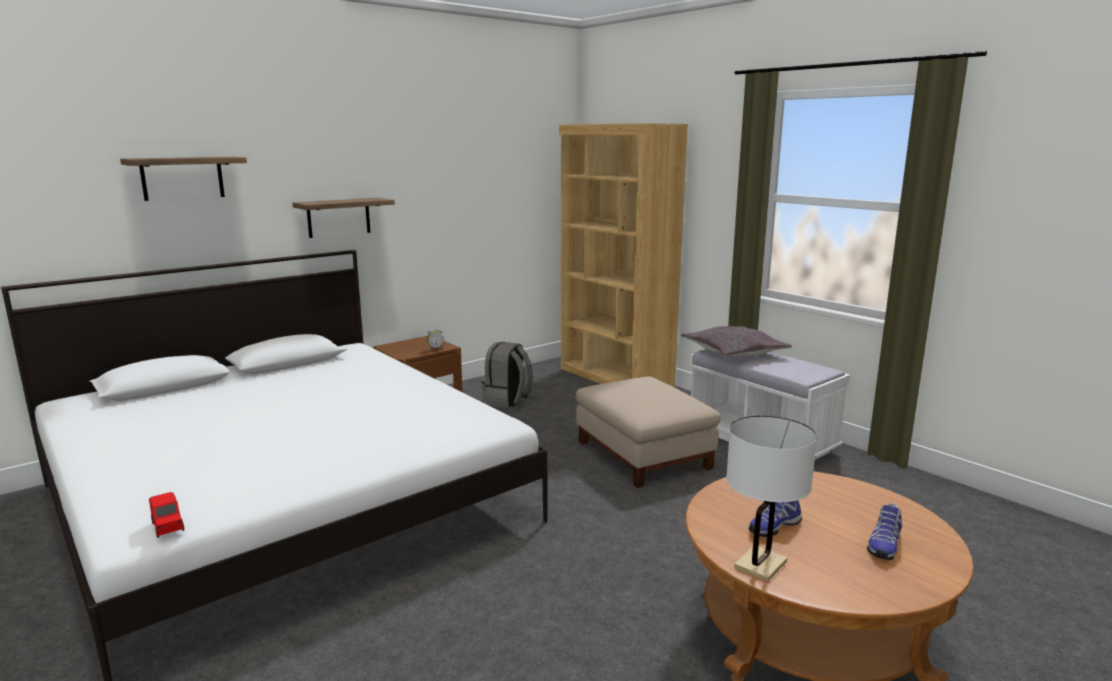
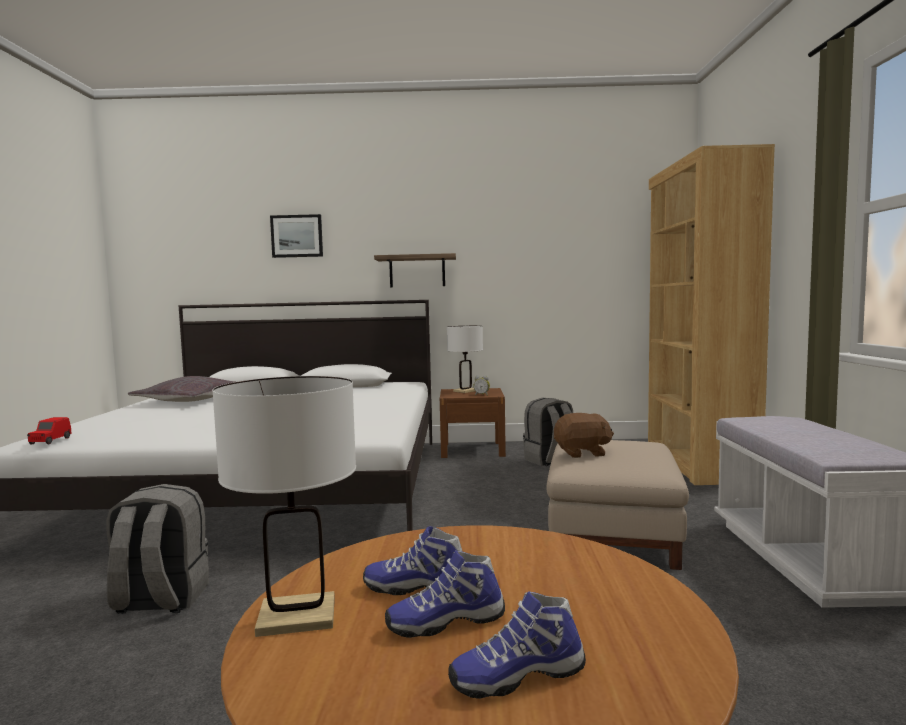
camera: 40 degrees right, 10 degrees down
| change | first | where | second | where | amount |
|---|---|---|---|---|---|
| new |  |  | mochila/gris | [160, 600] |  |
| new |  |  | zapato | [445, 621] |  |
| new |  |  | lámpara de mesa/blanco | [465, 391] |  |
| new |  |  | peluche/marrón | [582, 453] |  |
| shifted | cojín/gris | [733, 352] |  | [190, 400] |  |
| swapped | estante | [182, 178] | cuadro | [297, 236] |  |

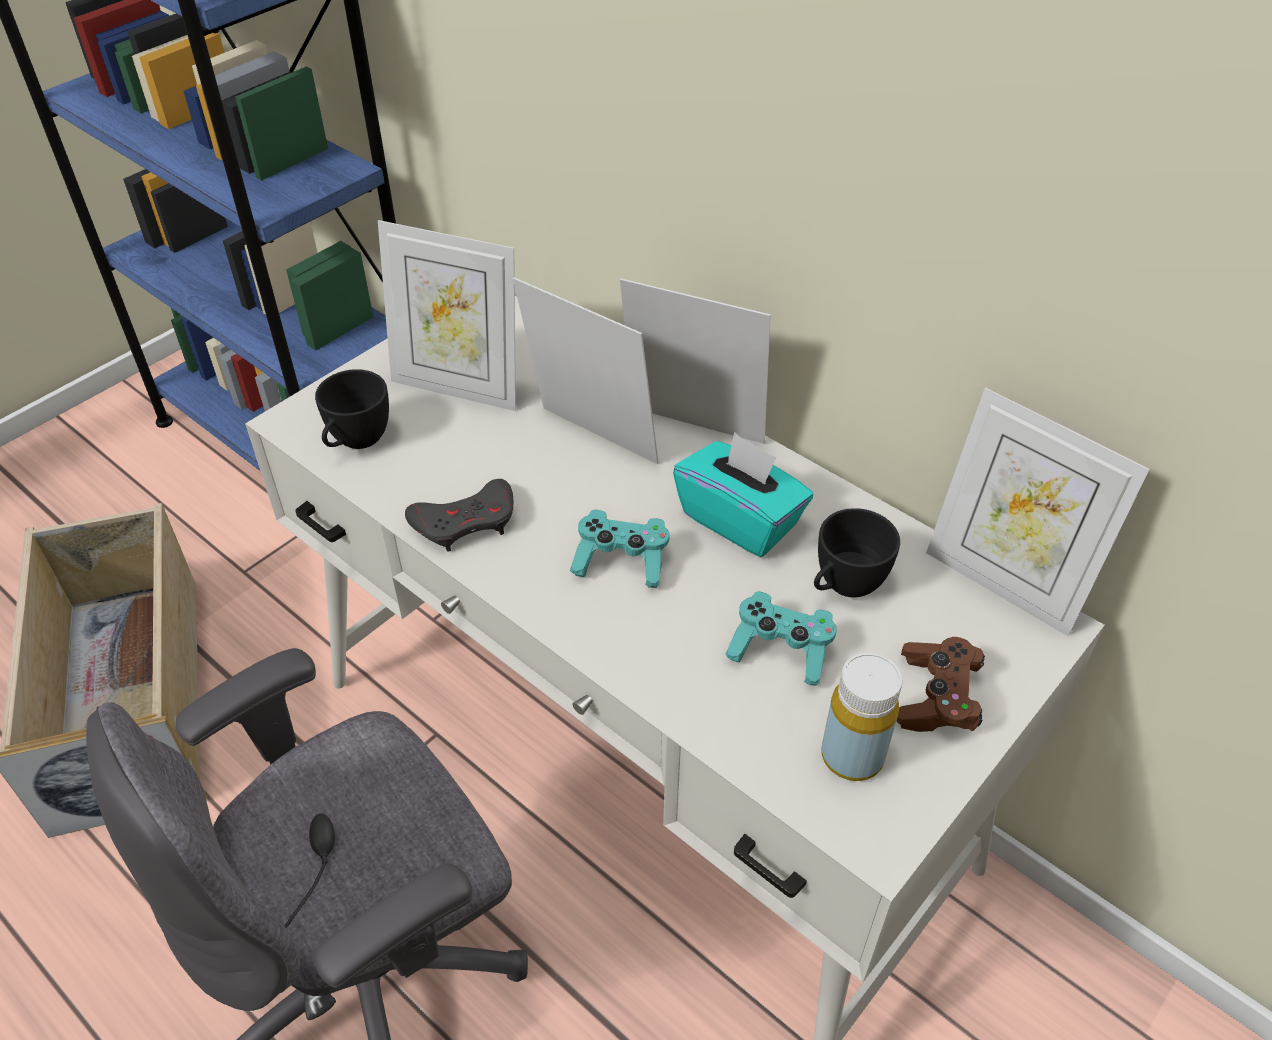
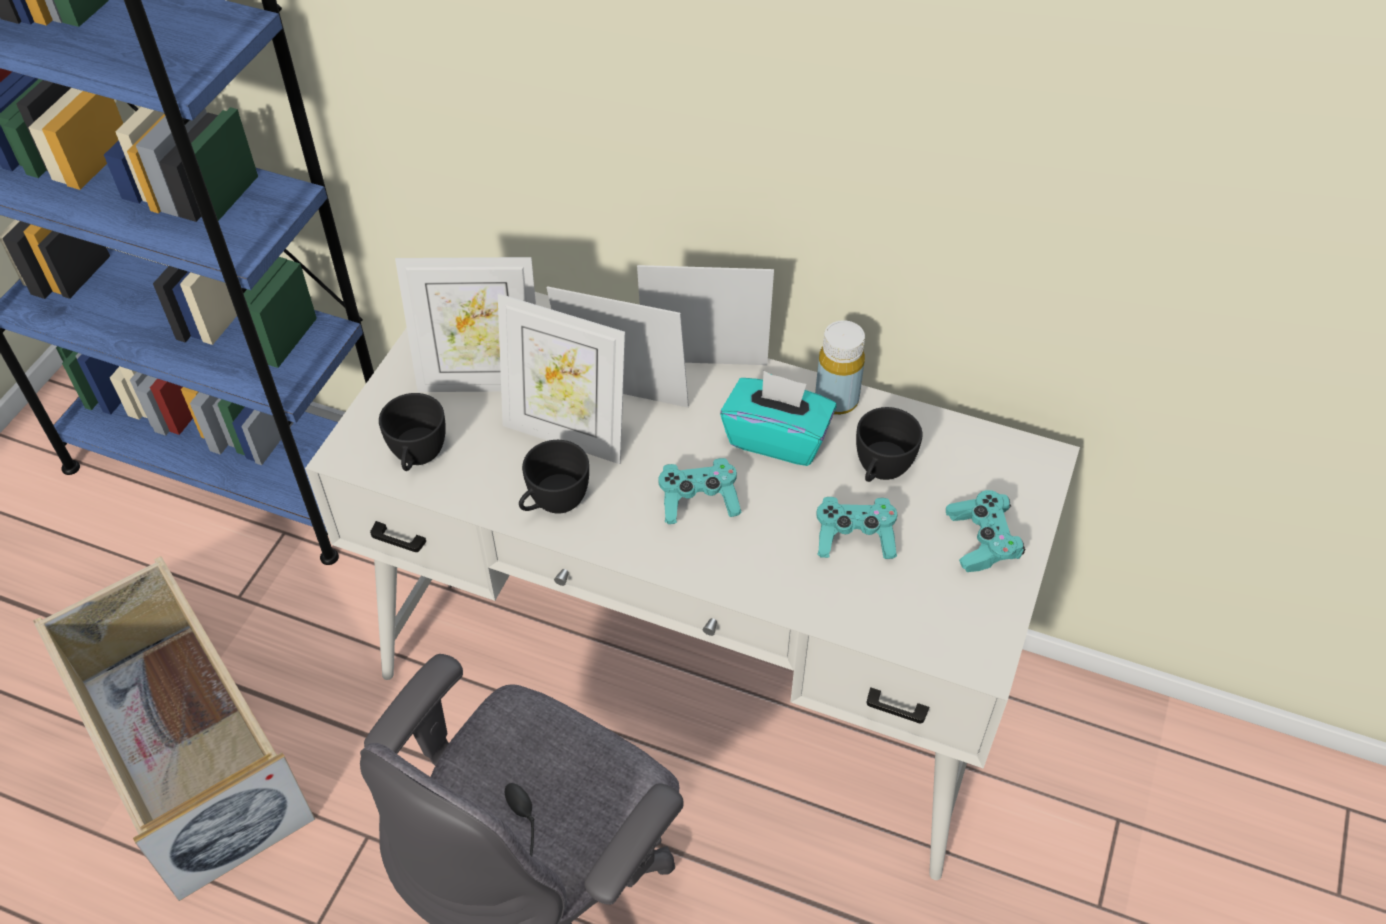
camera: 20 degrees left, 5 degrees up
| change | first | where | second | where | amount |
|---|---|---|---|---|---|
| shifted | botella/amarillo | [852, 756] |  | [836, 400] |  |
| shifted | portarretratos | [1003, 583] |  | [566, 435] |  |
| swapped | mando de consola/gris | [466, 521] | taza/negro | [553, 504] |  |
| repainted | mando de consola/marrón | [936, 697] | mando de consola/turquesa | [982, 540] |  |

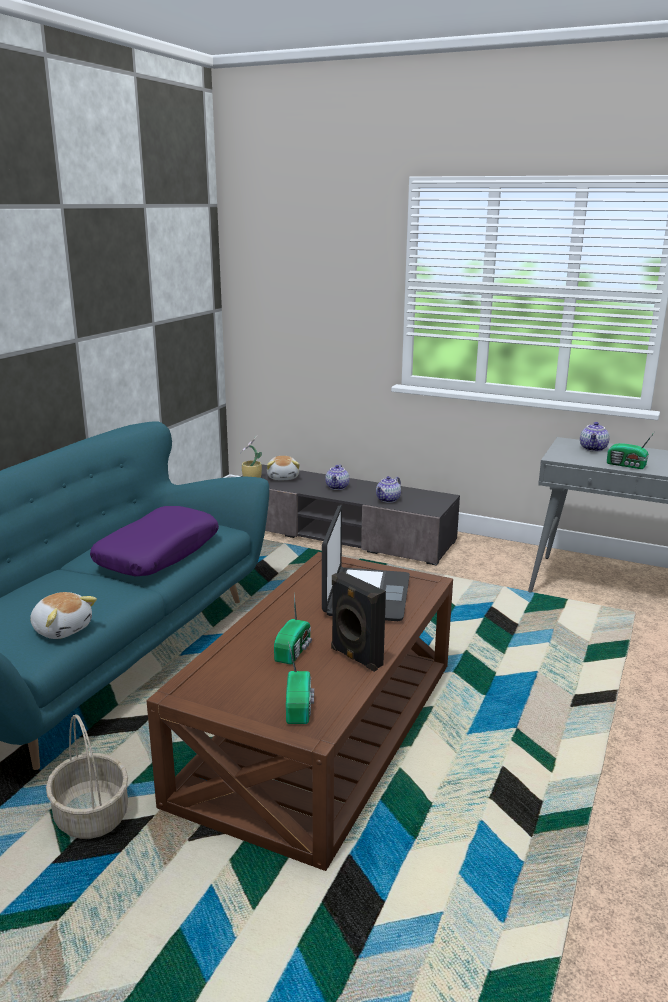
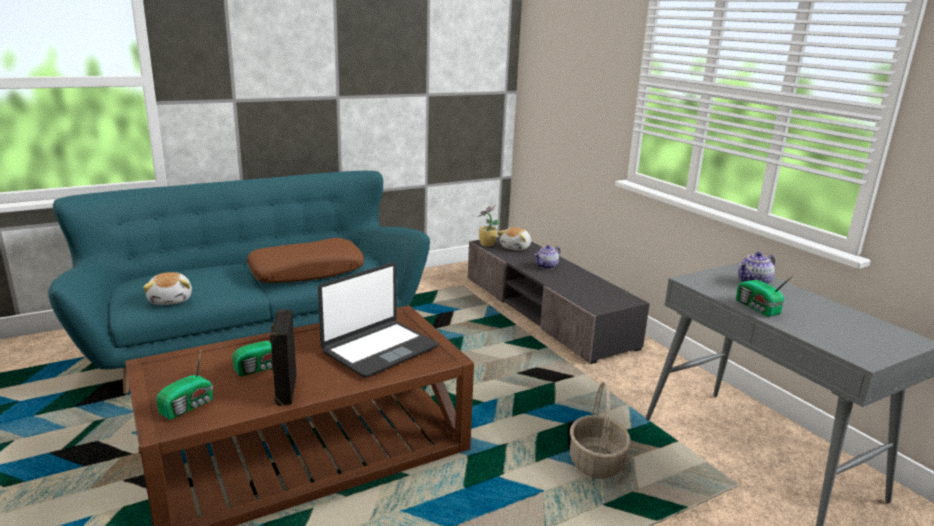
camera: 35 degrees right, 0 degrees up
| change | first | where | second | where | amount |
|---|---|---|---|---|---|
| gone | tetera | [388, 500] |  |  |  |
| shifted | cesta | [90, 815] |  | [595, 462] |  |
| repainted | cojín/morado | [158, 553] | cojín/marrón | [307, 271] |  |

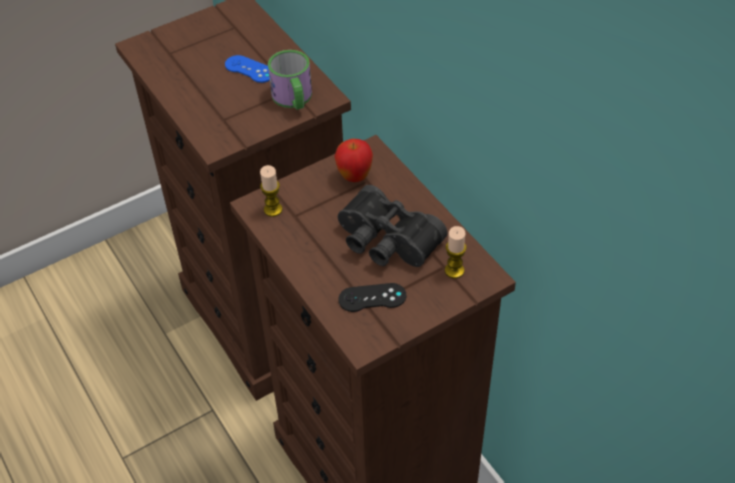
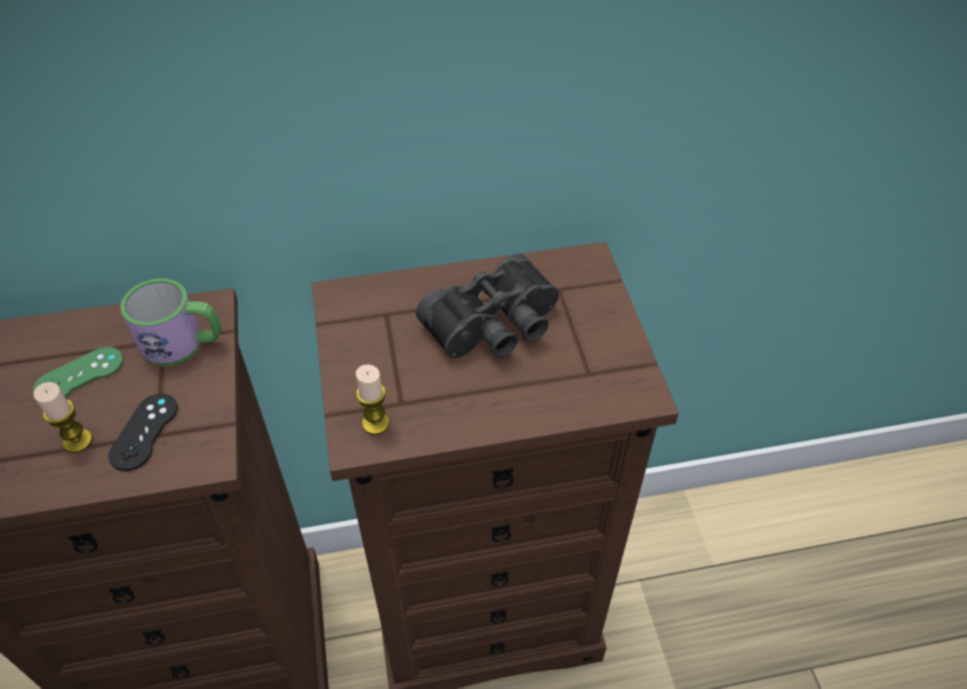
camera: 70 degrees left, 0 degrees up
| change | first | where | second | where | amount |
|---|---|---|---|---|---|
| gone | manzana | [354, 177] |  |  |  |
| shifted | mando de consola/negro | [372, 298] |  | [144, 432] |  |
| shifted | vela | [454, 270] |  | [78, 441] |  |
| repainted | mando de consola/azul | [249, 69] | mando de consola/verde | [79, 375] |  |

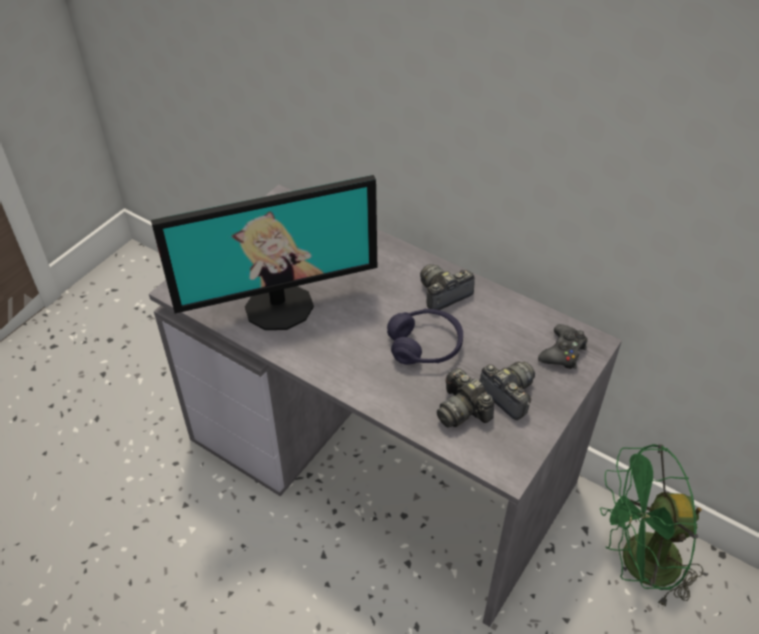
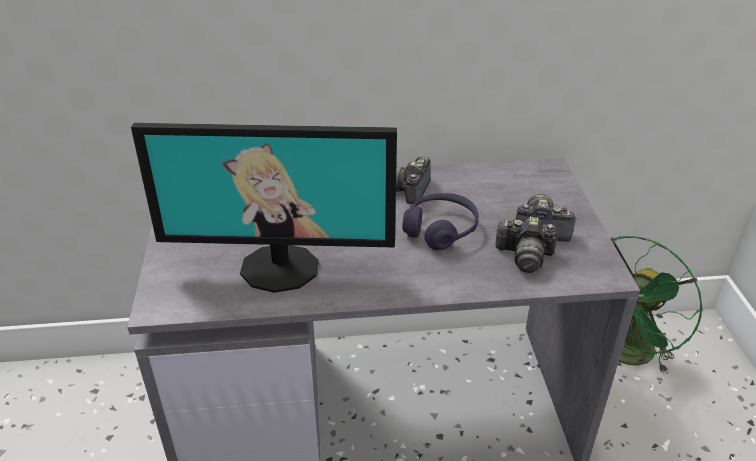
camera: 40 degrees left, 10 degrees down
| change | first | where | second | where | amount |
|---|---|---|---|---|---|
| gone | mando de consola/negro | [563, 352] |  |  |  |
| rotated | monitor | [279, 306] |  | [280, 267] | 60 degrees clockwise |

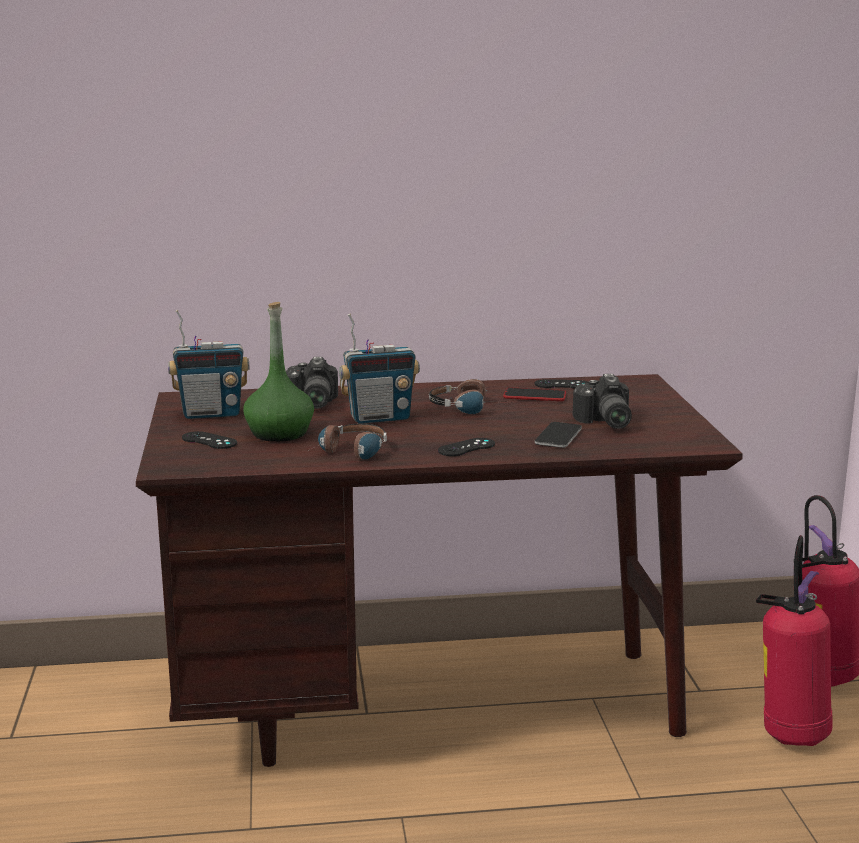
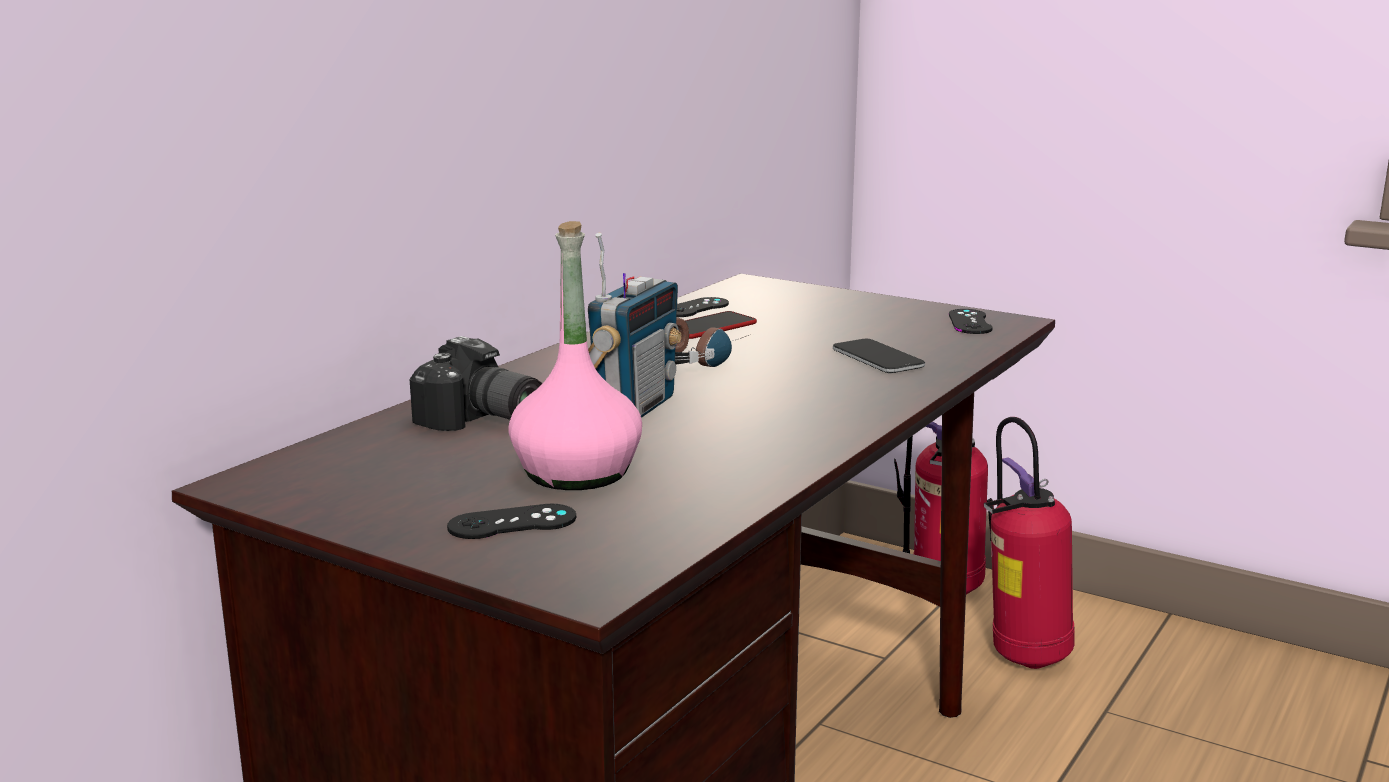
camera: 50 degrees left, 0 degrees up
| change | first | where | second | where | amount |
|---|---|---|---|---|---|
| gone | radio | [211, 414] |  |  |  |
| gone | auriculares | [349, 454] |  |  |  |
| gone | cámara | [604, 422] |  |  |  |
| shifted | mando de consola/negro | [466, 447] |  | [970, 322] |  |
| repainted | botella/verde | [279, 433] | botella/rosa | [577, 473] |  |

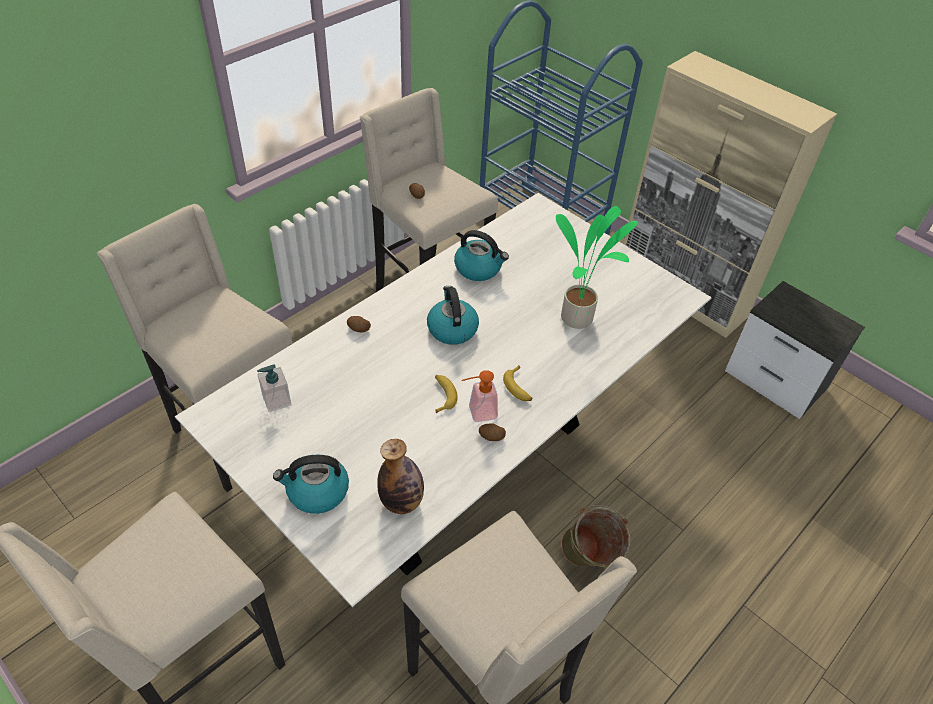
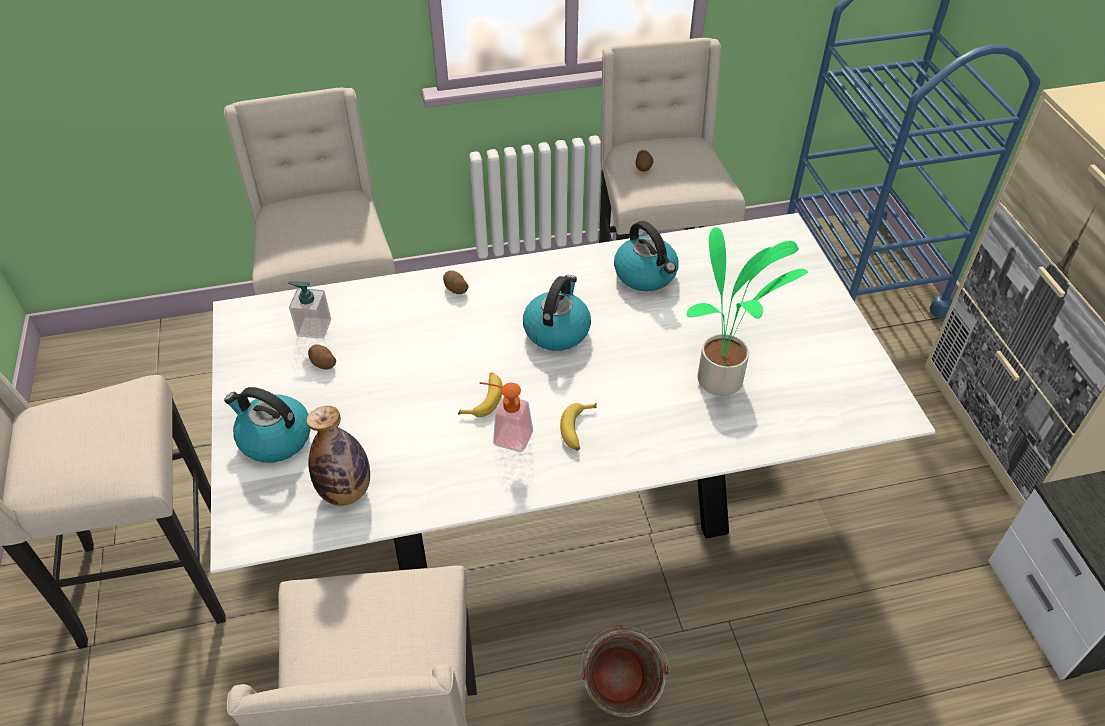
camera: 35 degrees right, 0 degrees up
| change | first | where | second | where | amount |
|---|---|---|---|---|---|
| shifted | patata | [491, 437] |  | [322, 363] |  |

